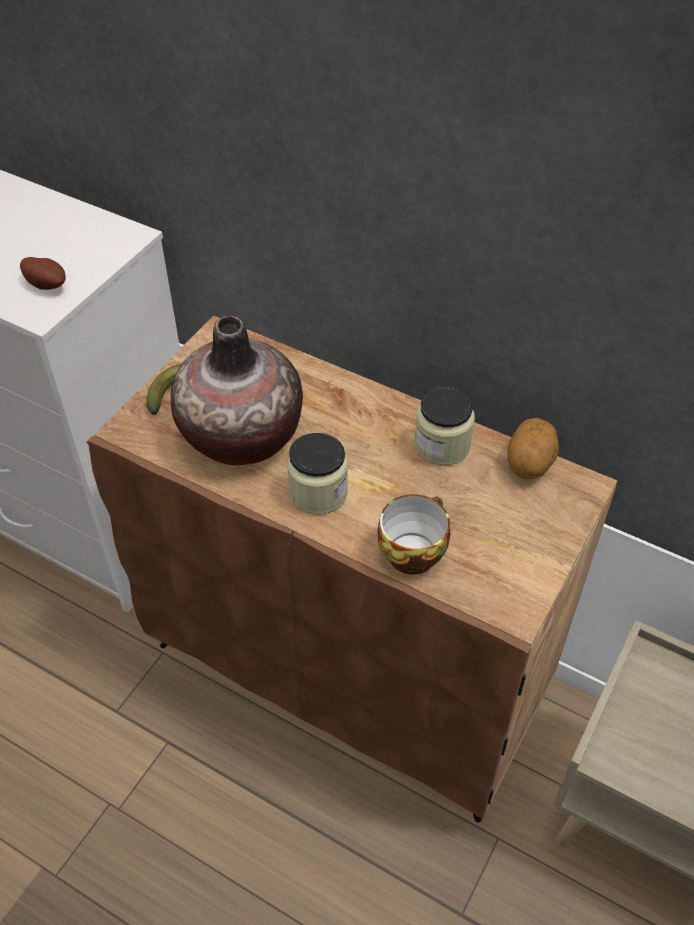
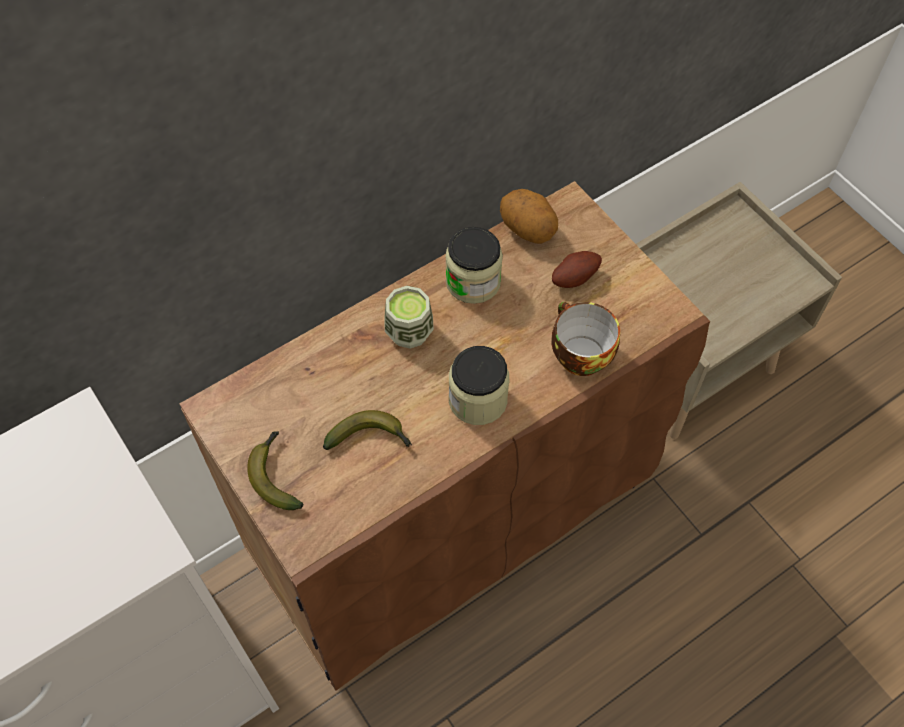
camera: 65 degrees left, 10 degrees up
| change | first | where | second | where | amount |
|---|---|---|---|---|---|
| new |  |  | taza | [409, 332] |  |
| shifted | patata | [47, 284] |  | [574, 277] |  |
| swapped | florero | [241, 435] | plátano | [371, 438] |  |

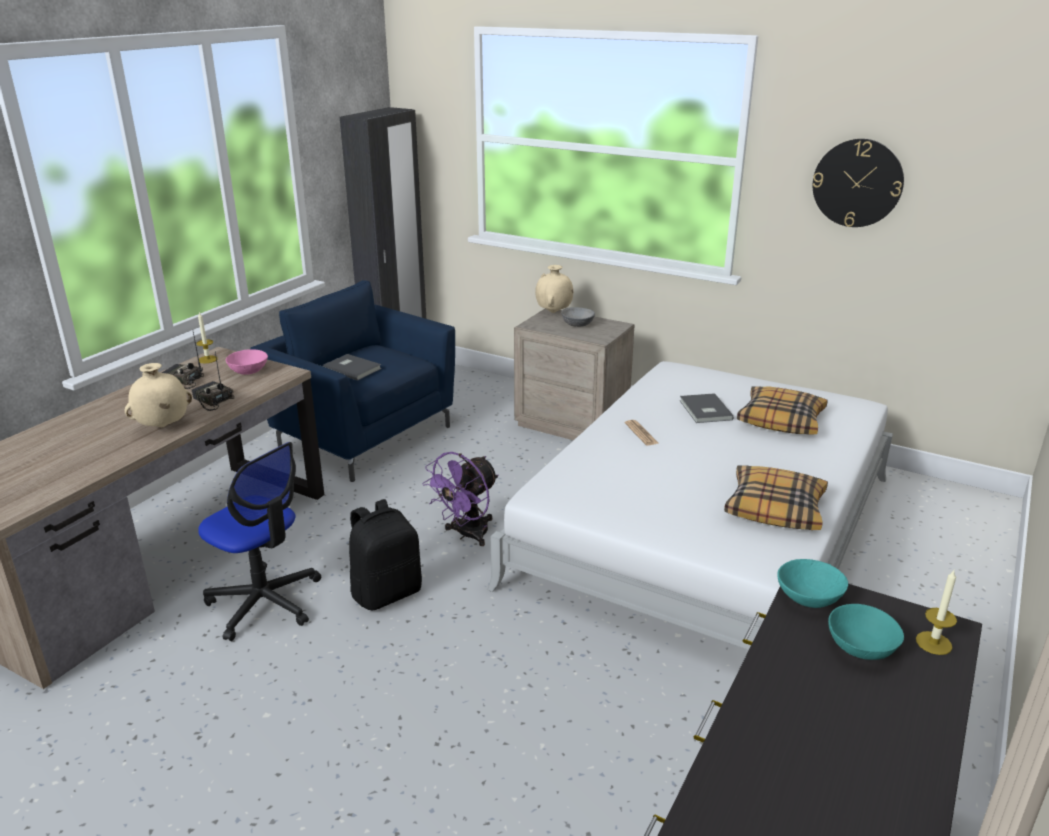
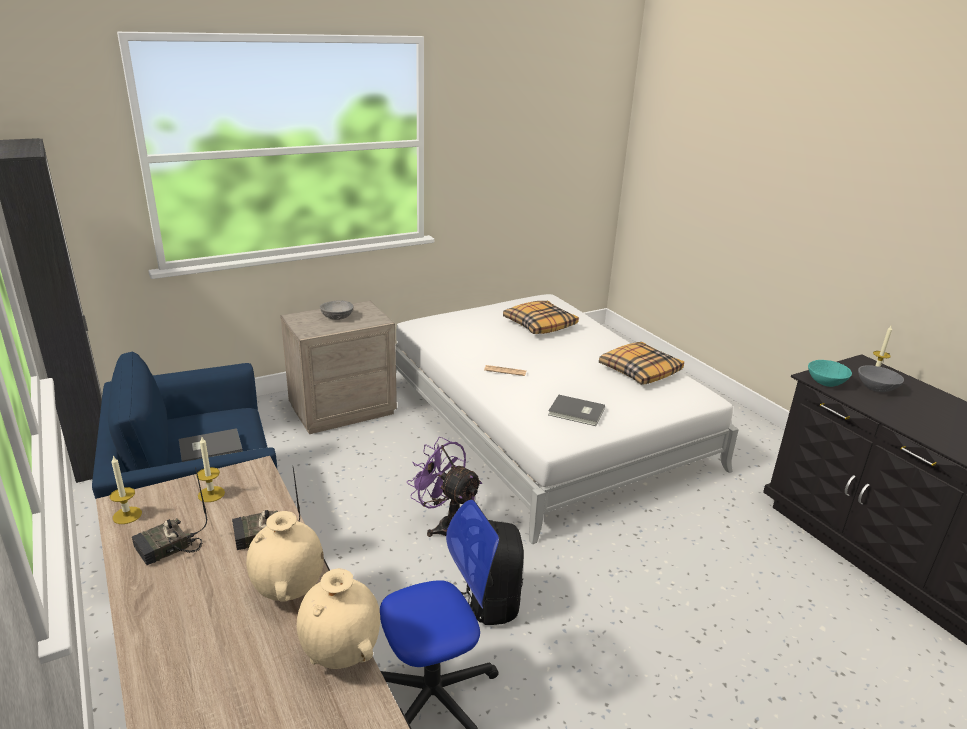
camera: 60 degrees left, 0 degrees up
| change | first | where | second | where | amount |
|---|---|---|---|---|---|
| gone | reloj de pared | [857, 183] |  |  |  |
| shifted | florero/beis | [554, 312] |  | [341, 655] |  |
| shifted | libro/gris | [704, 410] |  | [577, 413] |  |
| swapped | cuenco/rosa | [248, 371] | vela | [211, 494] |  |
| repainted | cuenco/turquesa | [859, 647] | cuenco/gris | [876, 388] |  |
| rotated | ventilador/morado | [467, 535] |  | [447, 525] | 150 degrees clockwise |

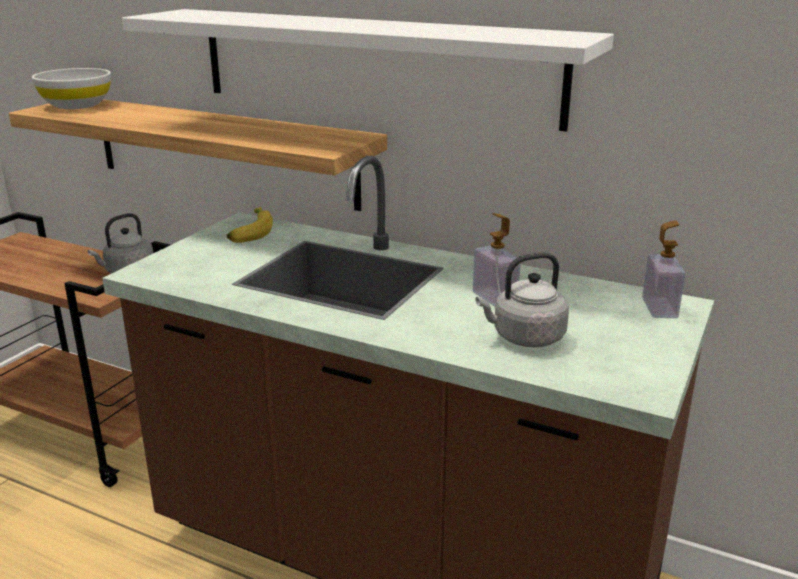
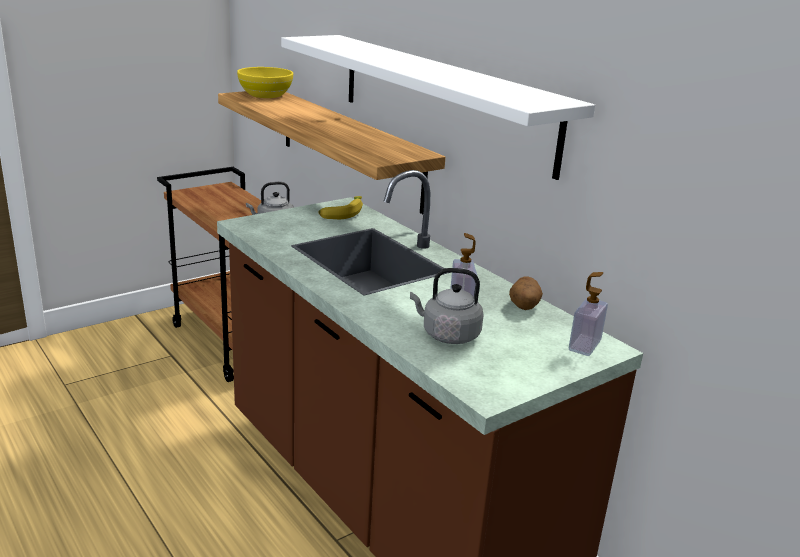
camera: 25 degrees right, 0 degrees up
| change | first | where | second | where | amount |
|---|---|---|---|---|---|
| new |  |  | patata | [523, 306] |  |
| repainted | cuenco/blanco | [76, 105] | cuenco/amarillo | [265, 95] |  |

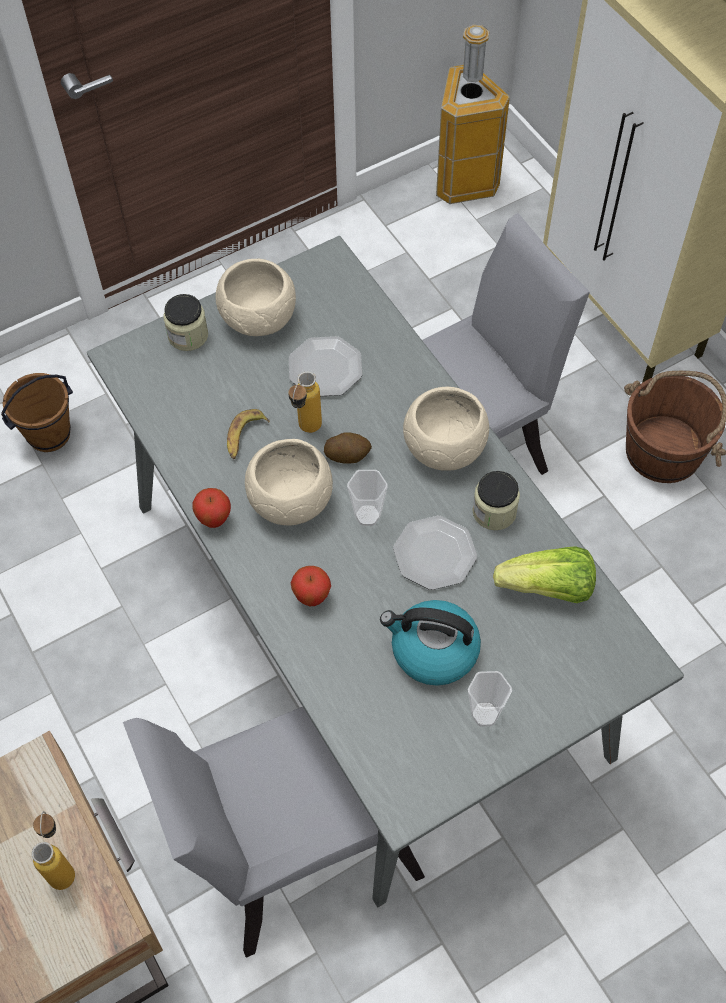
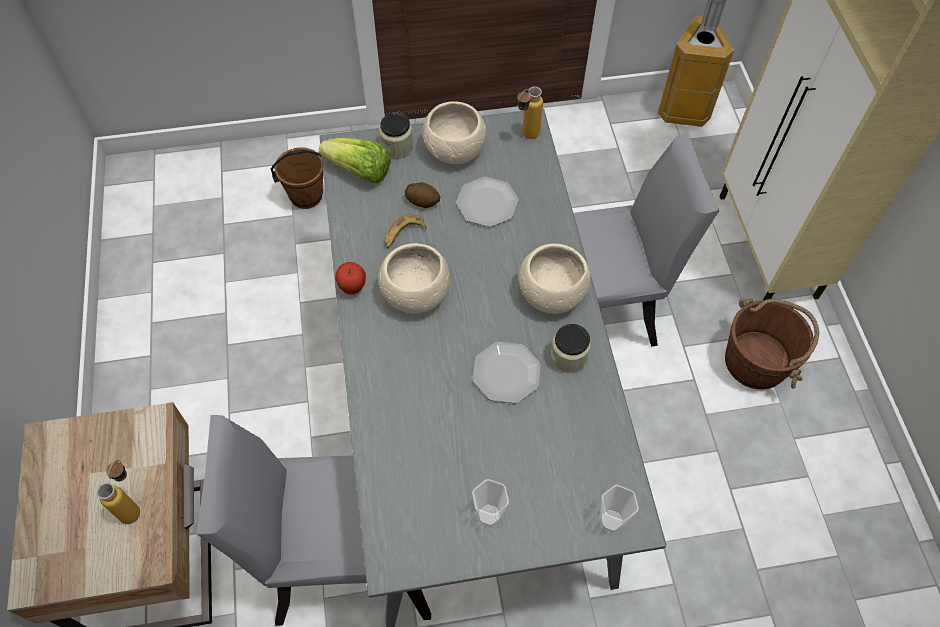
camera: 20 degrees right, 0 degrees up
| change | first | where | second | where | amount |
|---|---|---|---|---|---|
| gone | manzana | [312, 597] |  |  |  |
| gone | hervidor | [433, 650] |  |  |  |
| shifted | botella | [306, 432] |  | [526, 137] |  |
| shifted | patata | [347, 455] |  | [423, 201] |  |
| shifted | taza | [367, 515] |  | [611, 520] |  |
| shifted | lechuga | [548, 588] |  | [359, 172] |  |

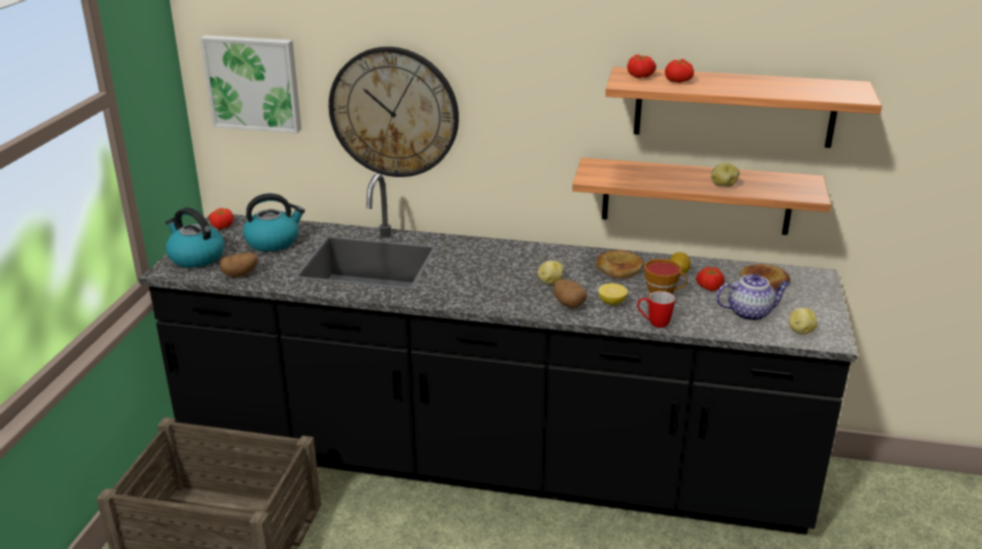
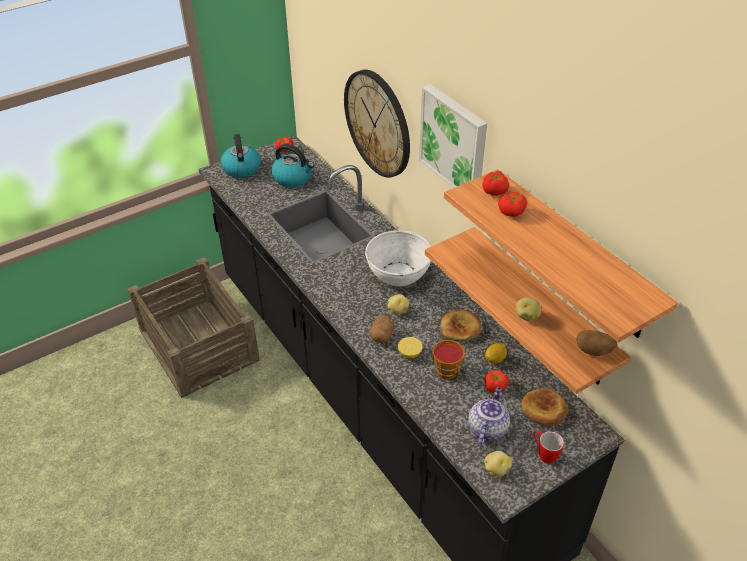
camera: 45 degrees right, 15 degrees up
| change | first | where | second | where | amount |
|---|---|---|---|---|---|
| new |  |  | cuenco/blanco | [398, 274] |  |
| shifted | cuadro | [254, 83] |  | [455, 141] |  |
| shifted | patata | [240, 274] |  | [594, 350] |  |
| shifted | taza grande | [654, 323] |  | [543, 454] |  |
| rotated | tetera | [750, 312] |  | [487, 428] | 105 degrees counterclockwise |

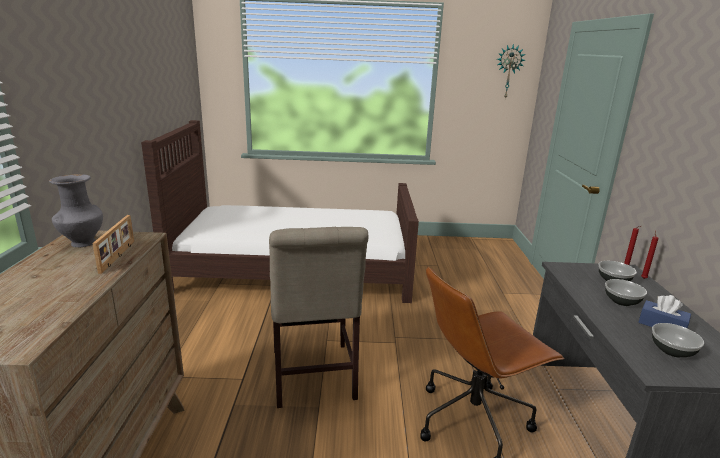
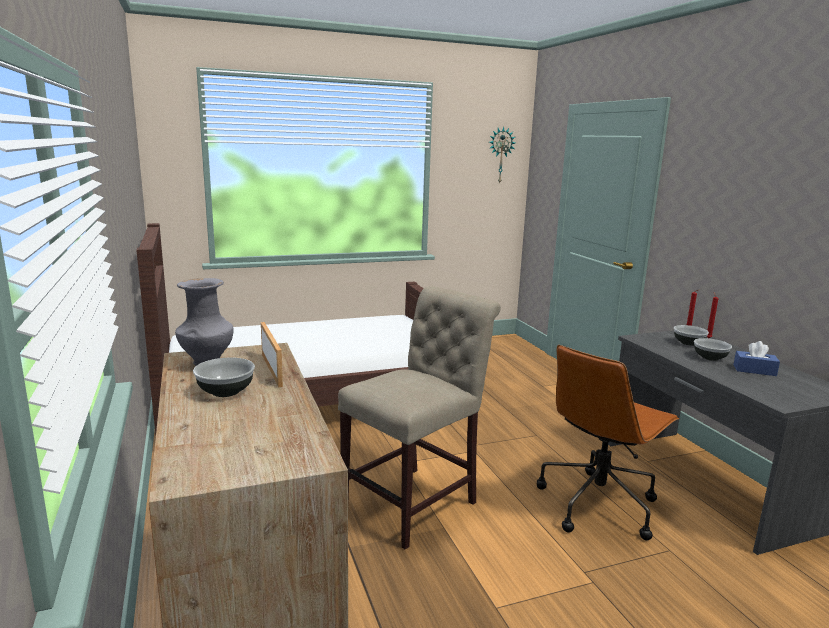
camera: 20 degrees left, 5 degrees down
| change | first | where | second | where | amount |
|---|---|---|---|---|---|
| shifted | cuenco | [671, 351] |  | [225, 391] |  |
| rotated | silla/beis | [313, 378] |  | [416, 502] | 105 degrees counterclockwise |

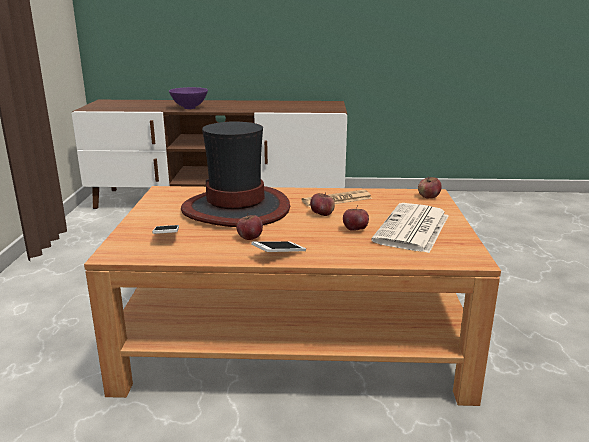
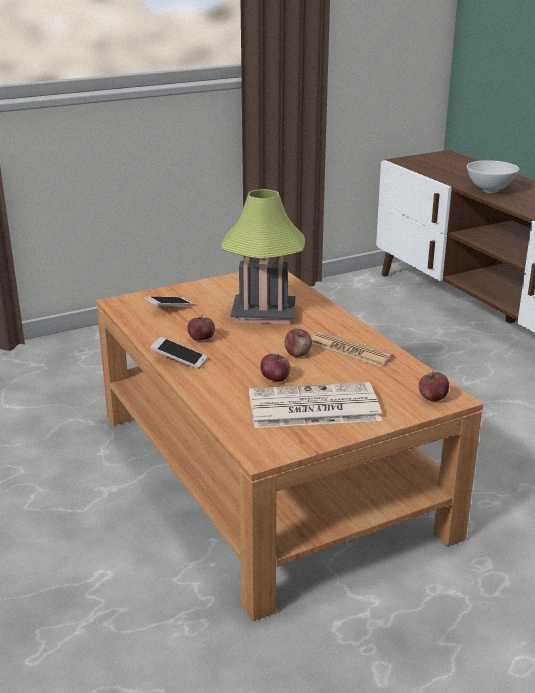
camera: 60 degrees right, 5 degrees up
| change | first | where | second | where | amount |
|---|---|---|---|---|---|
| swapped | sombrero | [236, 209] | lámpara de mesa | [263, 314] |  |
| repainted | cuenco/morado | [189, 108] | cuenco/blanco | [489, 190] |  |

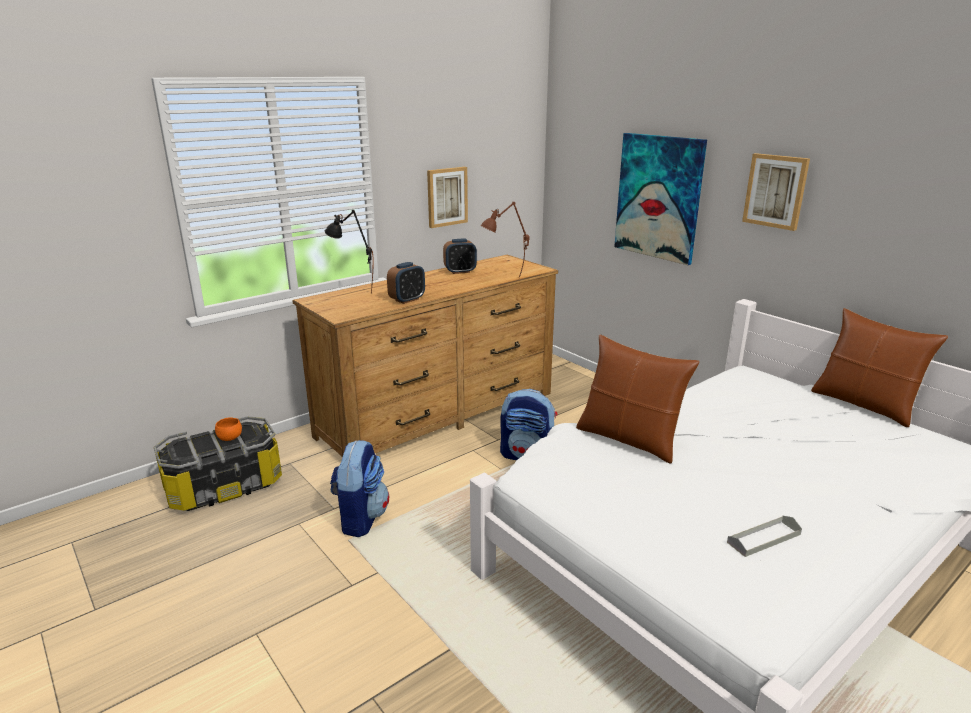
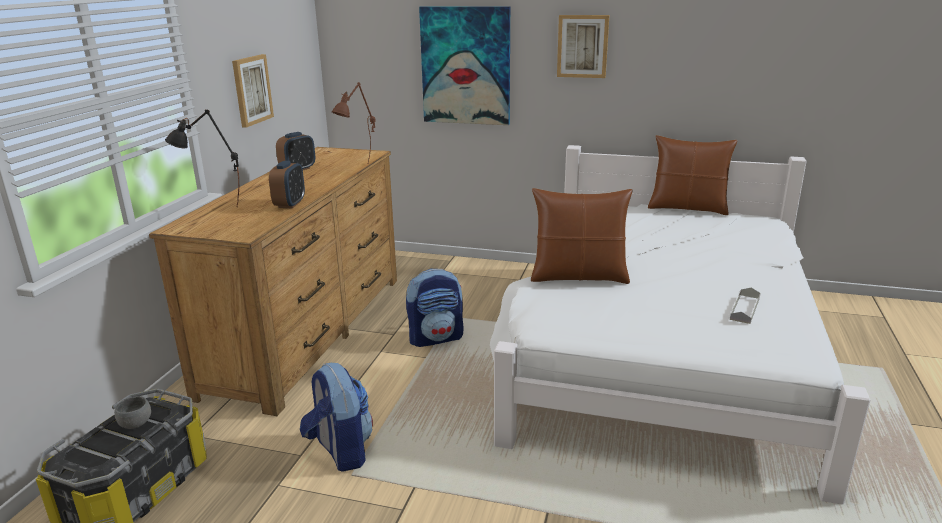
camera: 35 degrees left, 0 degrees up
| change | first | where | second | where | amount |
|---|---|---|---|---|---|
| repainted | cuenco/naranja | [230, 438] | cuenco/gris | [136, 423] |  |

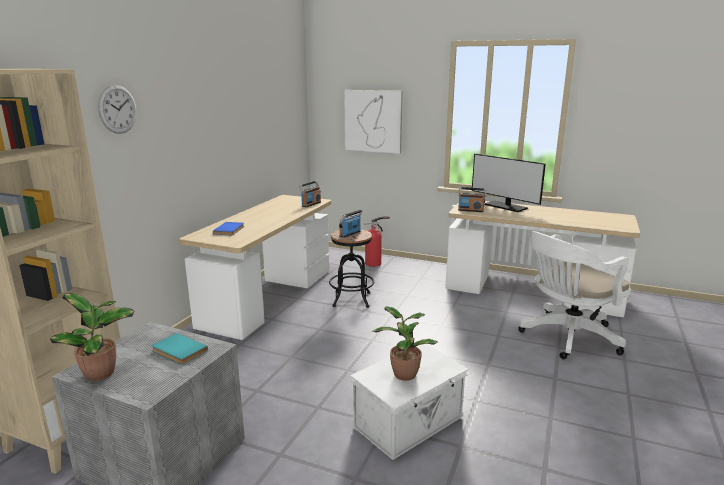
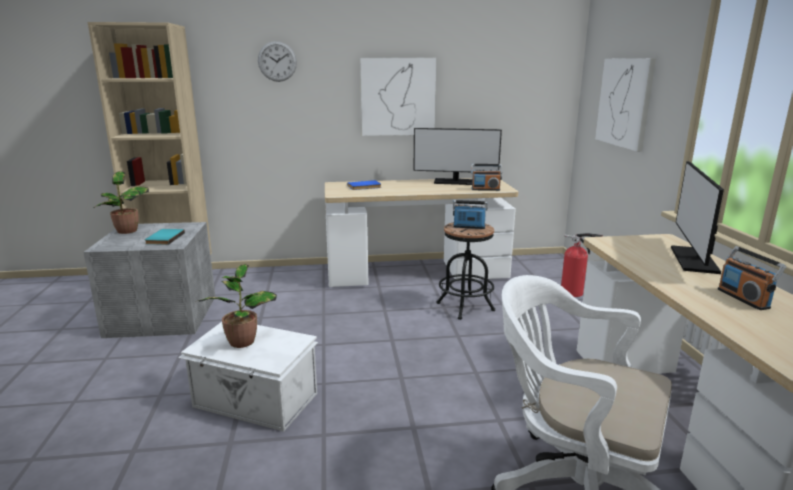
camera: 60 degrees right, 0 degrees up
| change | first | where | second | where | amount |
|---|---|---|---|---|---|
| new |  |  | cuadro | [398, 97] |  |
| new |  |  | monitor | [455, 182] |  |
| shifted | radio | [470, 210] |  | [743, 298] |  |

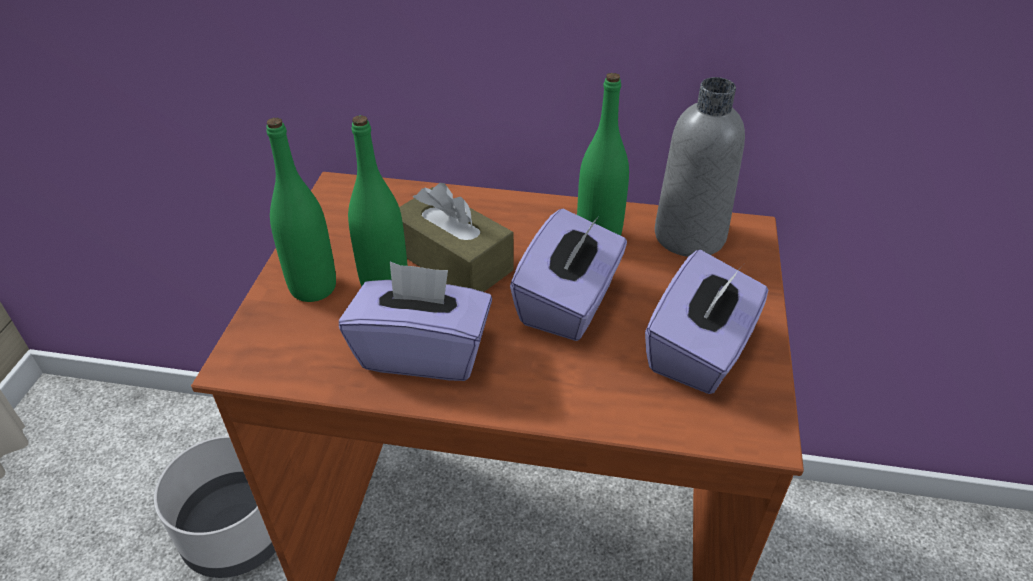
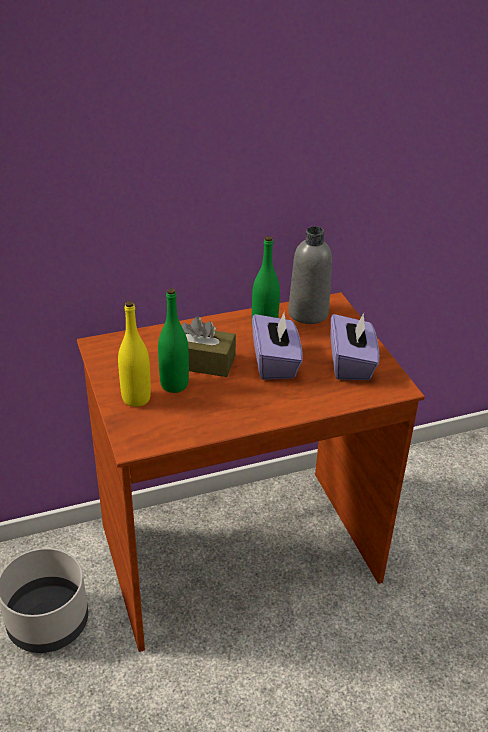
camera: 30 degrees left, 5 degrees down
| change | first | where | second | where | amount |
|---|---|---|---|---|---|
| gone | caja de pañuelos/morado | [423, 352] |  |  |  |
| repainted | botella/verde | [313, 287] | botella/amarillo | [136, 398] |  |

